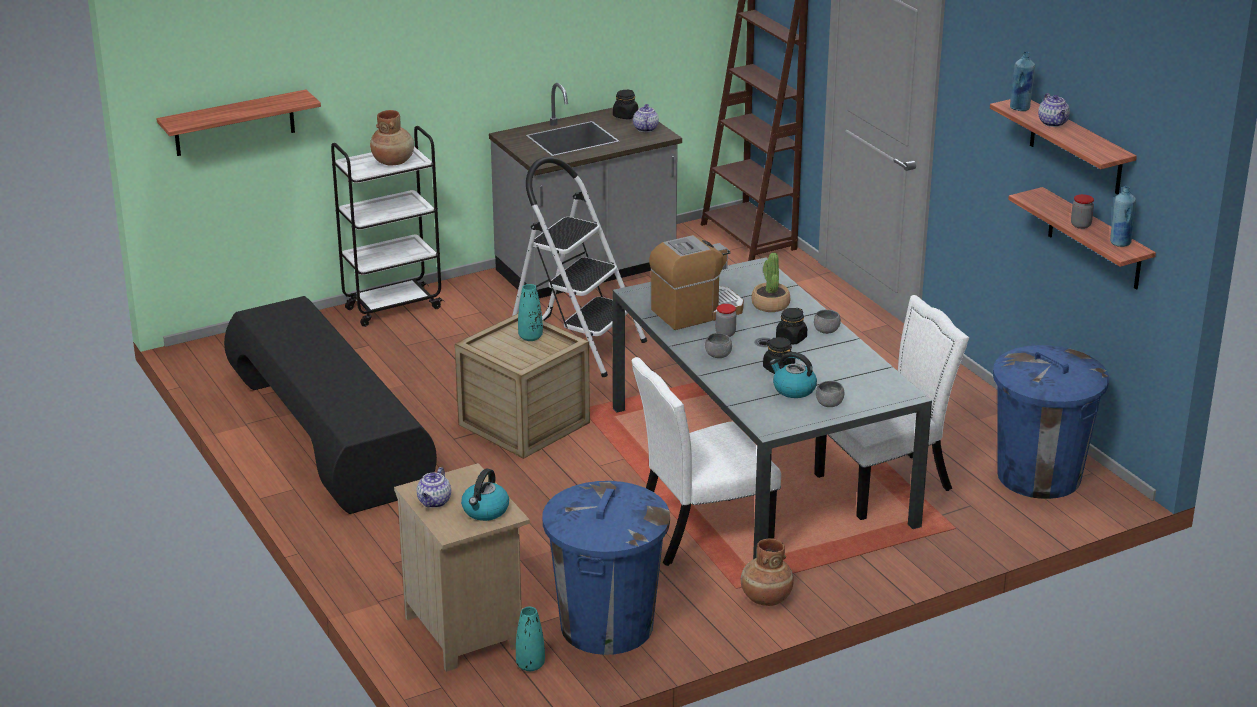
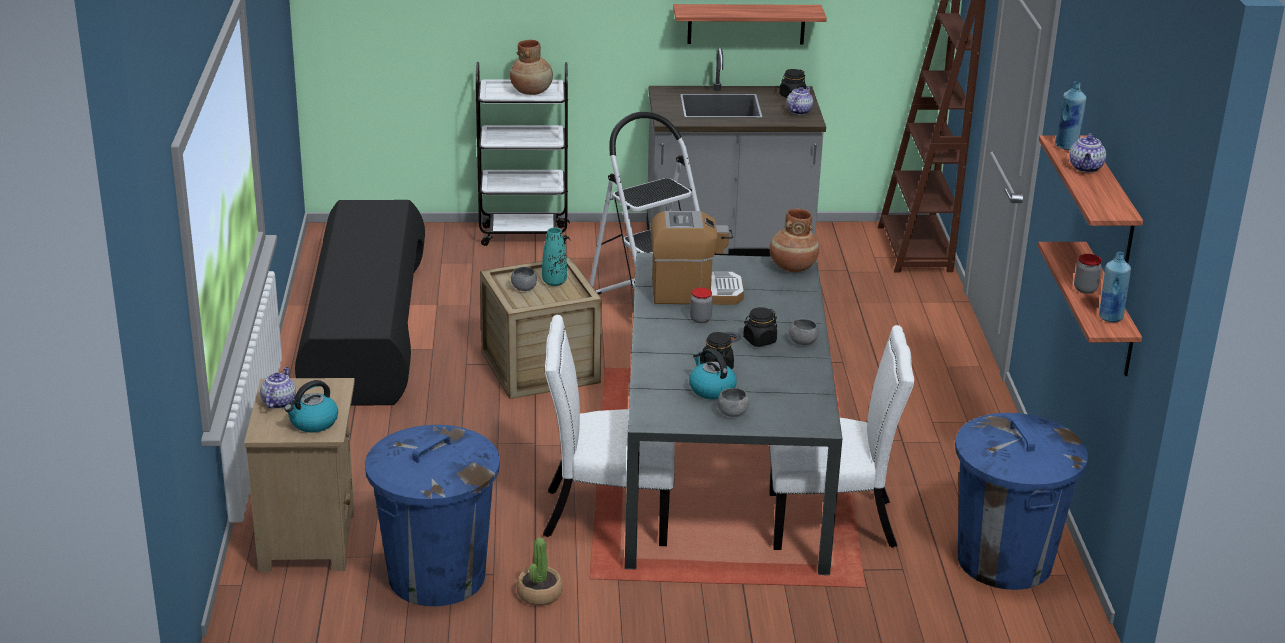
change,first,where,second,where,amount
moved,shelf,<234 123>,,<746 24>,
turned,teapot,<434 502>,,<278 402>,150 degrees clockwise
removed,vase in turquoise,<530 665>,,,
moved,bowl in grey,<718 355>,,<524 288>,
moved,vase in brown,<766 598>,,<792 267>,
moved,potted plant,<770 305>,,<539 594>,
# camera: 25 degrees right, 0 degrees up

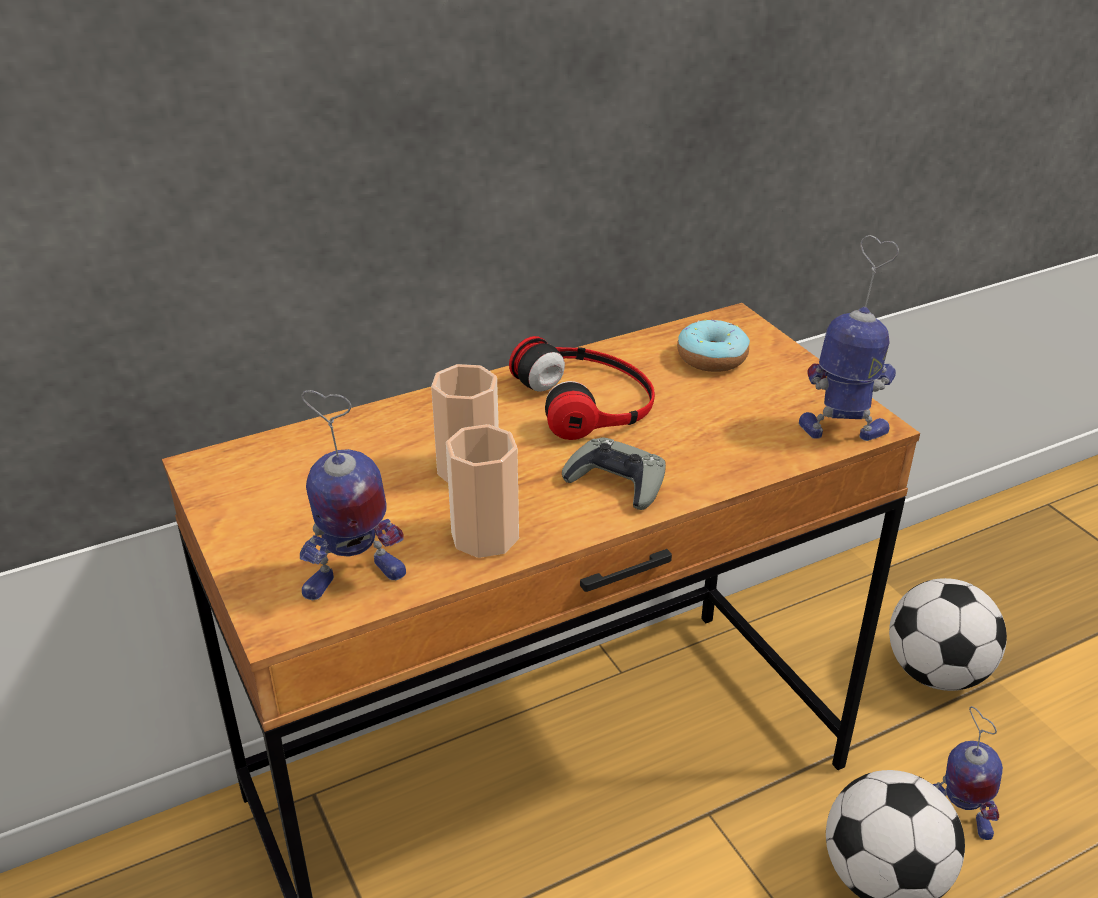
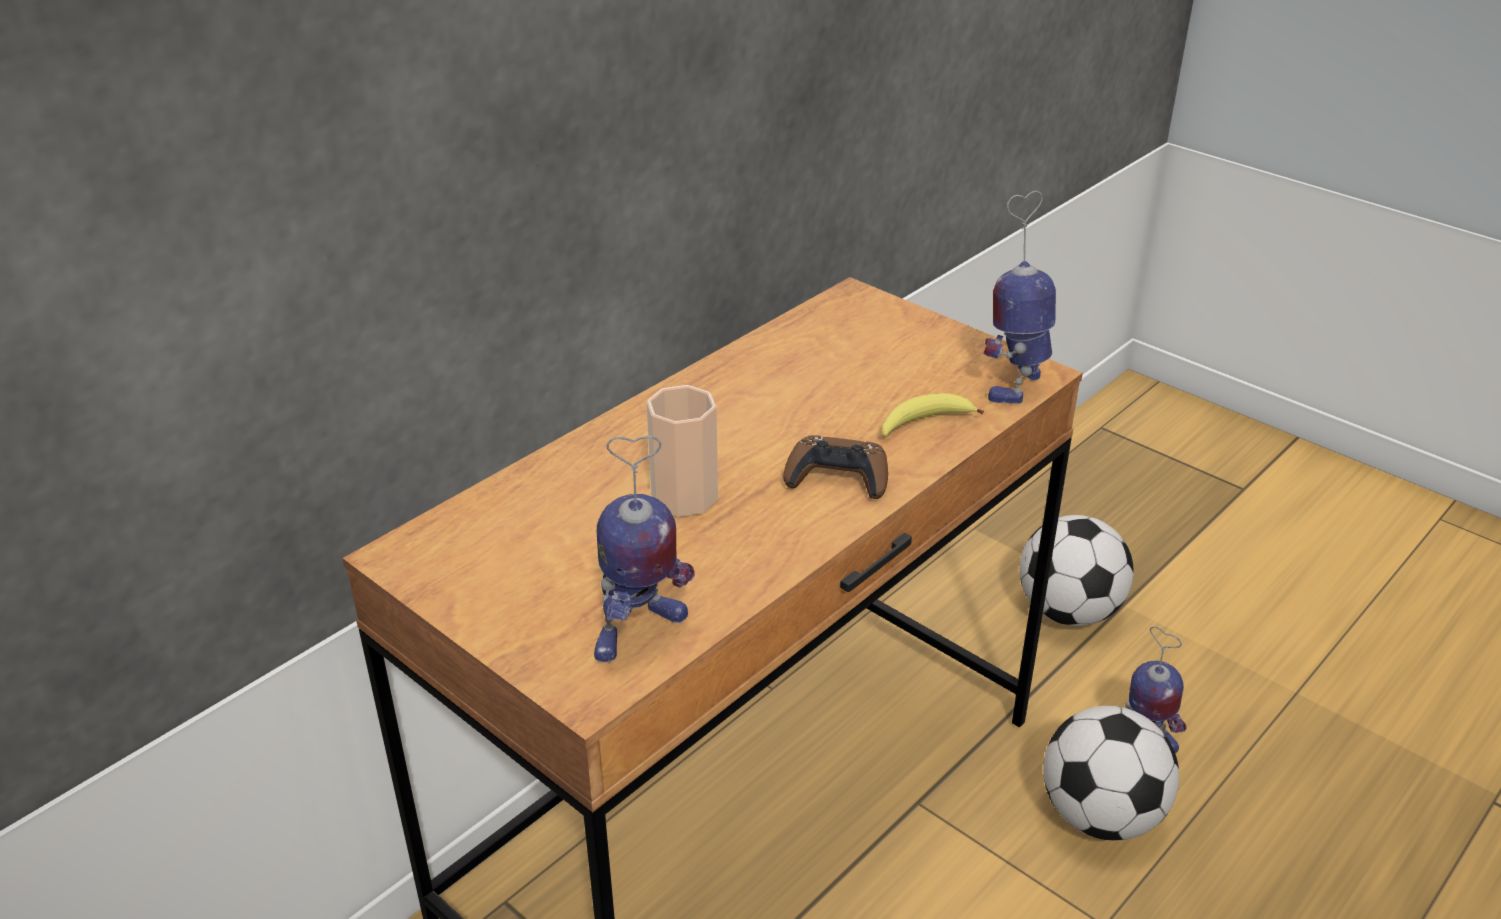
change,first,where,second,where,amount
removed,cup,<485 536>,,,
removed,headphones,<588 400>,,,
recoloured,game controller in grey,<616 482>,game controller in brown,<837 477>,
removed,donut,<712 358>,,,
turned,toy robot,<844 430>,,<1015 383>,45 degrees counterclockwise
added,,,banana,<924 423>,
# camera: 20 degrees left, 0 degrees up

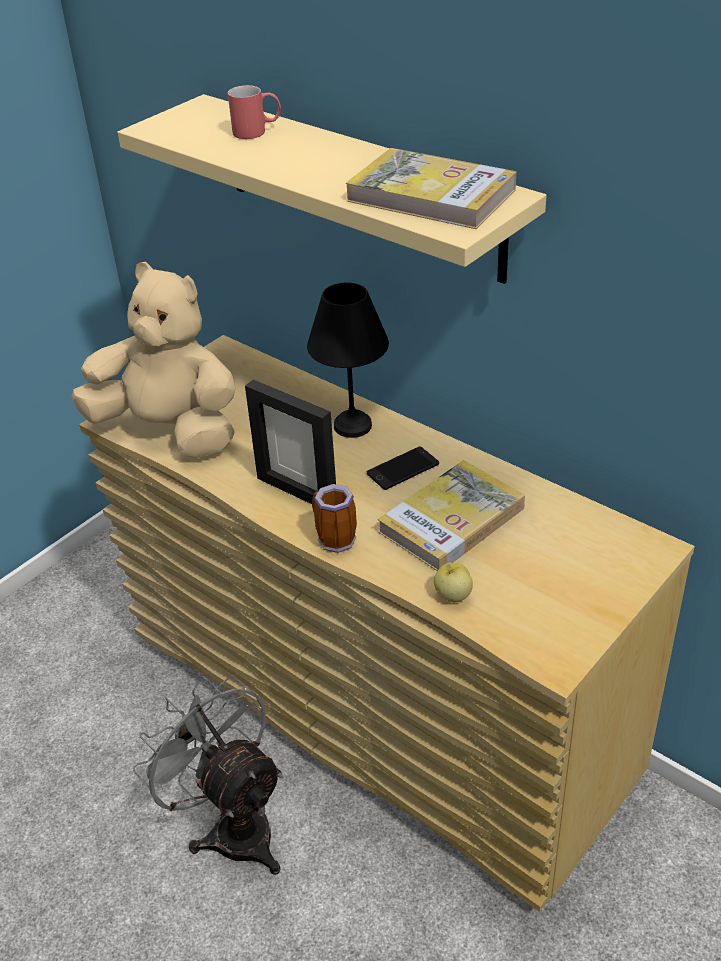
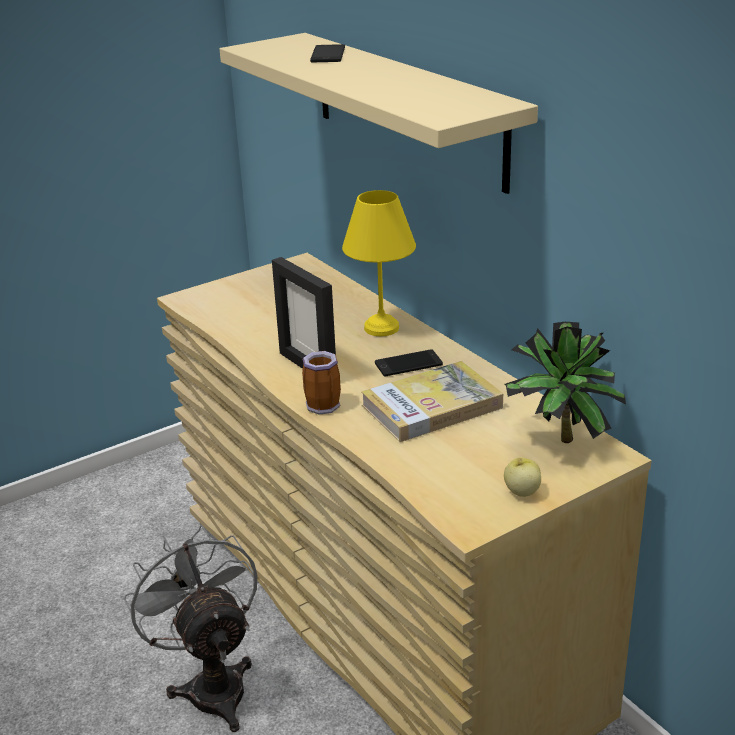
change,first,where,second,where,amount
removed,plush toy in beige,<170 430>,,,
replaced,mug in red,<257 131>,phone,<328 54>,
recoloured,table lamp in black,<354 425>,table lamp in yellow,<383 328>,
removed,book,<431 195>,,,
moved,apple,<452 595>,,<521 492>,
added,,,potted plant,<557 441>,
# camera: 15 degrees right, 10 degrees down

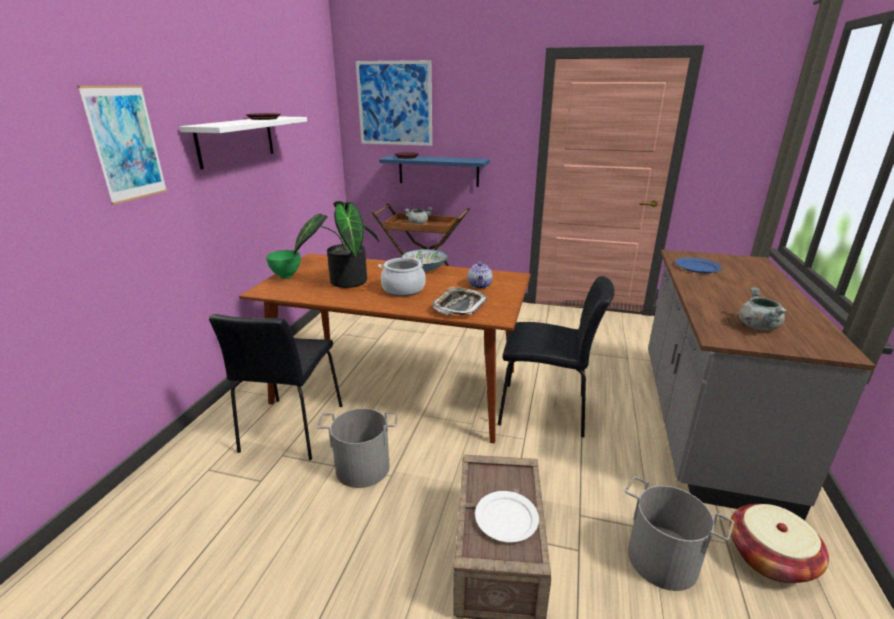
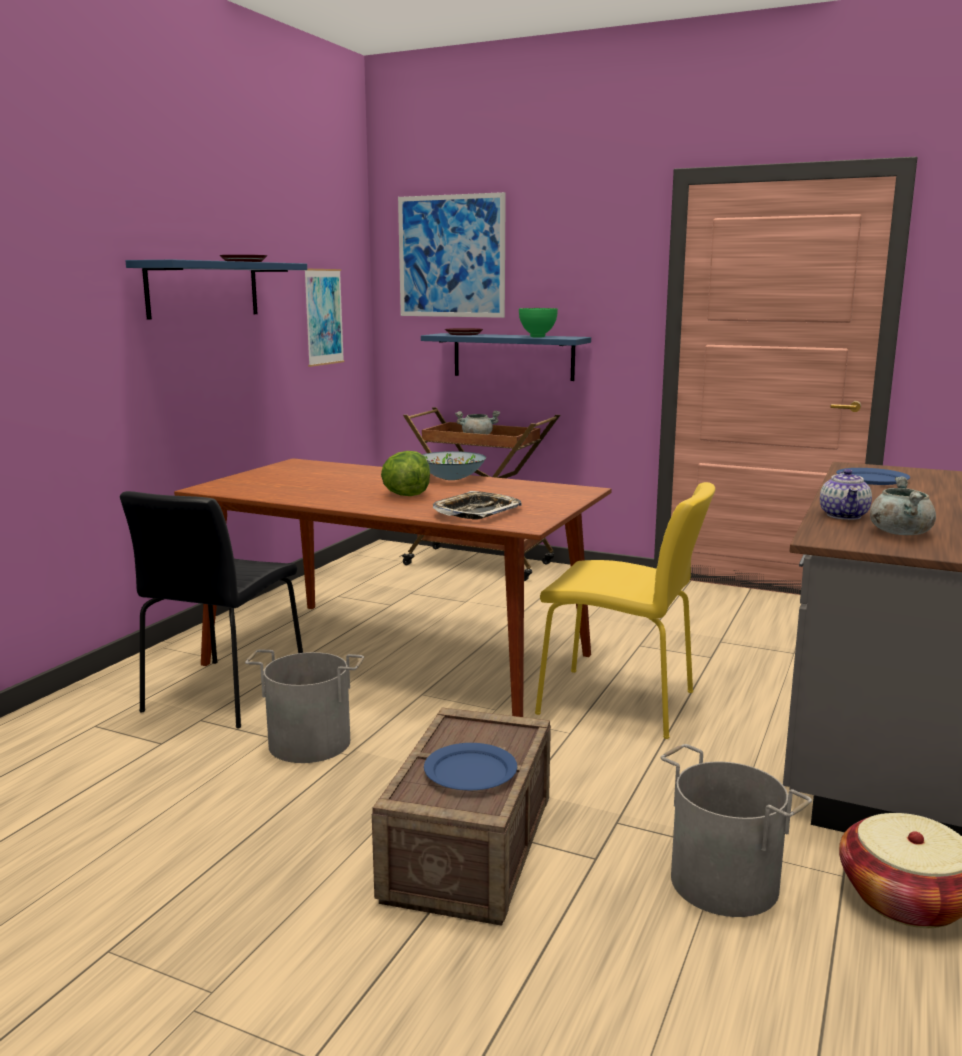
change,first,where,second,where,amount
moved,picture,<125 143>,,<323 317>,
recoloured,shelf in white,<236 140>,shelf in blue,<203 289>,
moved,bowl in green,<285 277>,,<536 337>,
removed,potted plant,<344 281>,,,
replaced,cooking pot,<403 289>,lettuce,<406 495>,
moved,teapot,<480 285>,,<844 516>,
recoloured,plate in white,<506 518>,plate in blue,<470 771>,
recoloured,chair in black,<546 410>,chair in yellow,<622 703>,
# camera: 10 degrees right, 10 degrees down

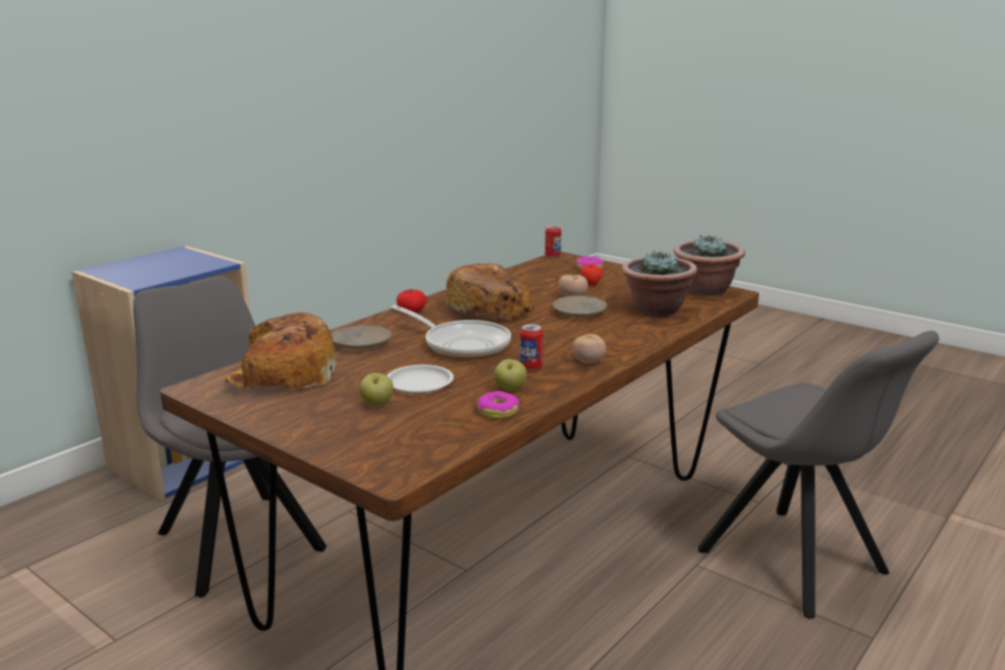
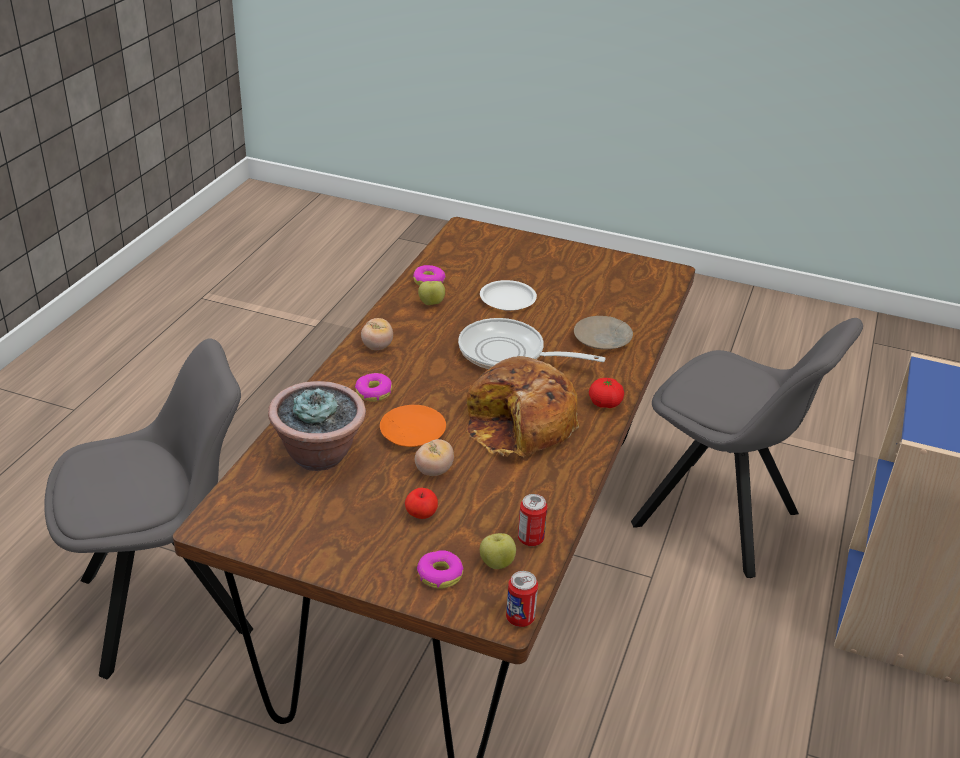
change,first,where,second,where,amount
removed,bread,<282 374>,,,
moved,apple,<377 404>,,<497 563>,
moved,can,<531 367>,,<530 539>,
recoloured,plate in beige,<580 312>,plate in orange,<412 433>,
removed,potted plant,<705 290>,,,
turned,chair in grey,<793 561>,,<167 606>,120 degrees clockwise
added,,,donut,<373 392>,
# camera: 160 degrees right, 15 degrees up

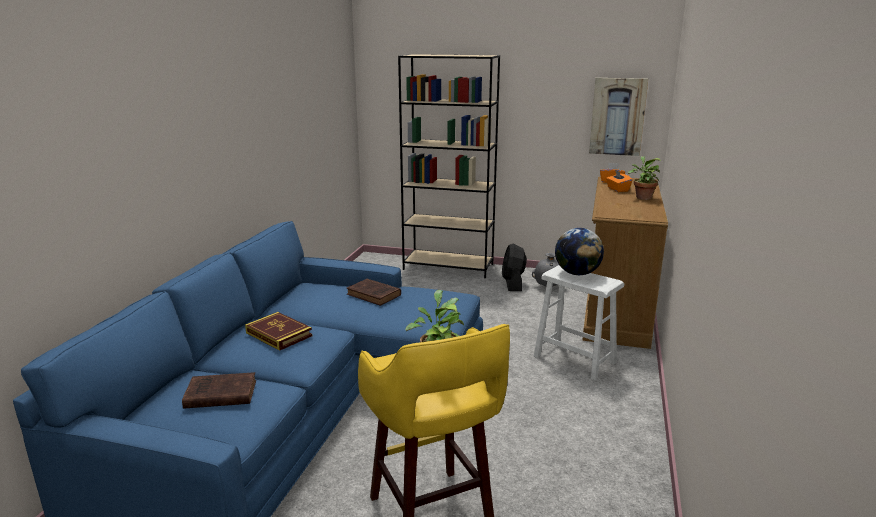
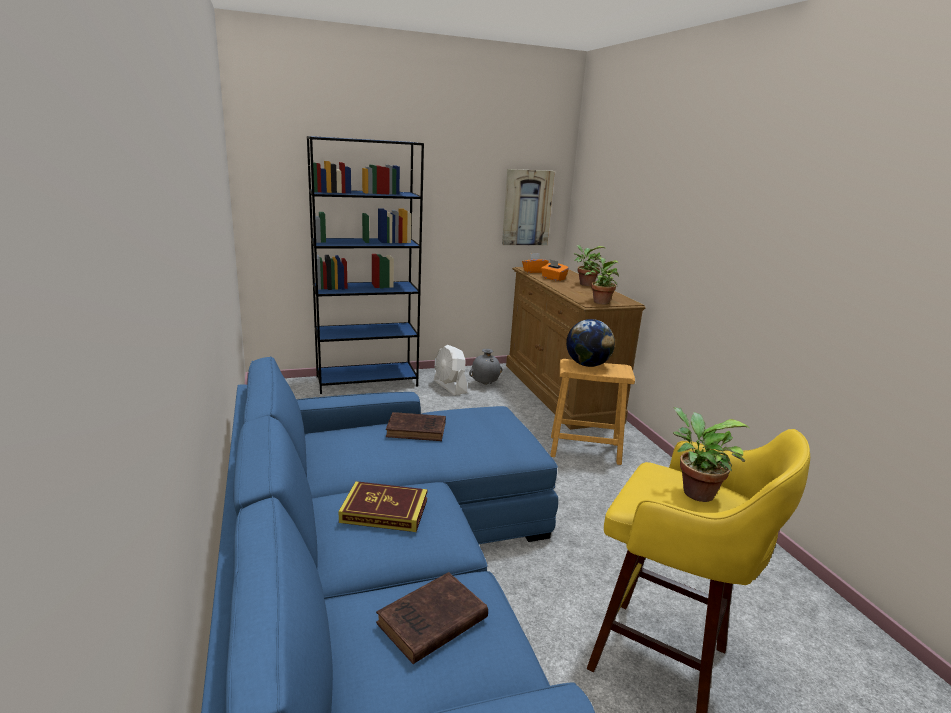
change,first,where,second,where,amount
recoloured,bookcase in beige,<449 267>,bookcase in blue,<367 381>,
recoloured,fan in black,<513 283>,fan in white,<450 387>,
recoloured,stool in white,<574 359>,stool in brown,<585 449>,
added,,,potted plant,<600 301>,
# camera: 35 degrees left, 0 degrees up

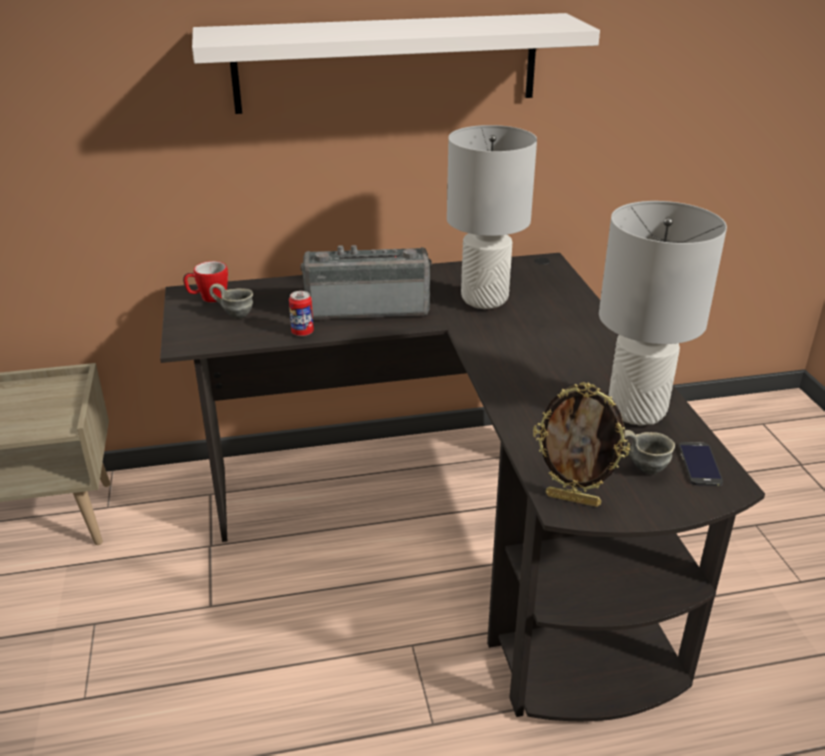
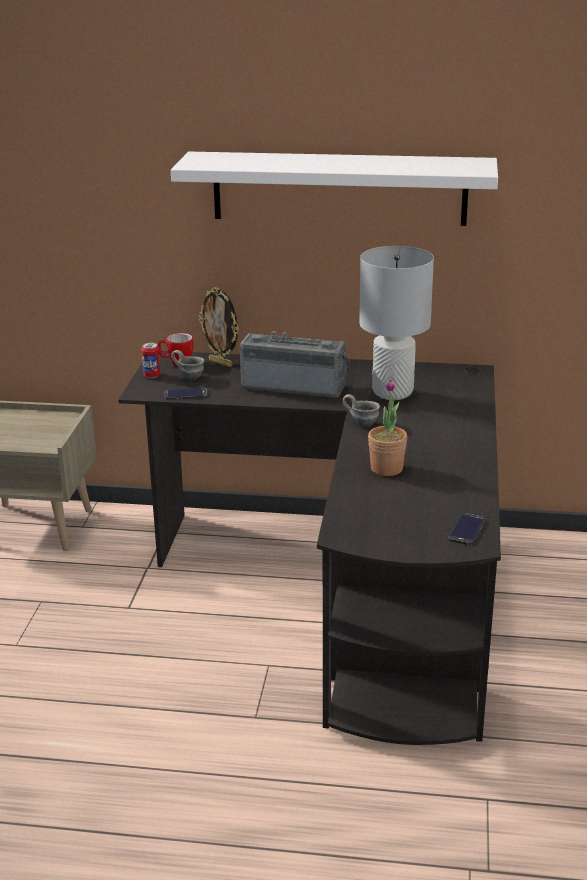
change,first,where,second,where,amount
moved,can,<302 332>,,<152 375>,
moved,picture frame,<573 499>,,<221 363>,
removed,table lamp in grey,<635 414>,,,
moved,mug in grey,<643 467>,,<362 423>,
added,,,phone,<185 394>,
added,,,potted plant,<386 468>,
# camera: 20 degrees right, 5 degrees down

